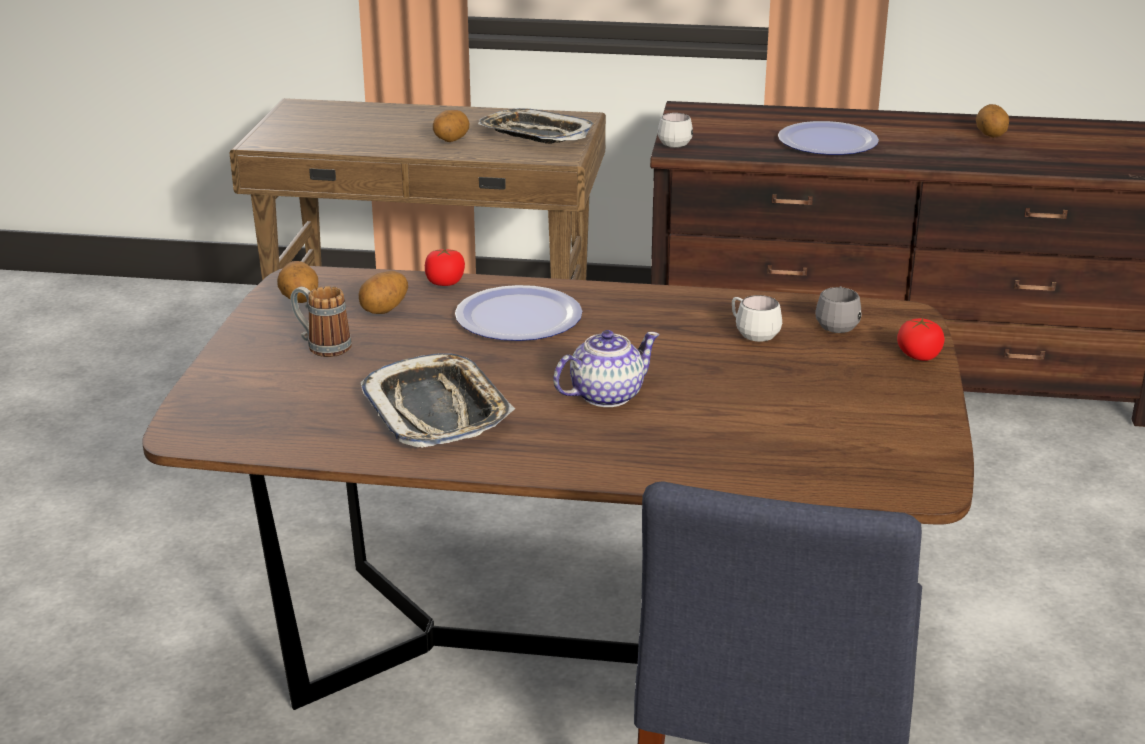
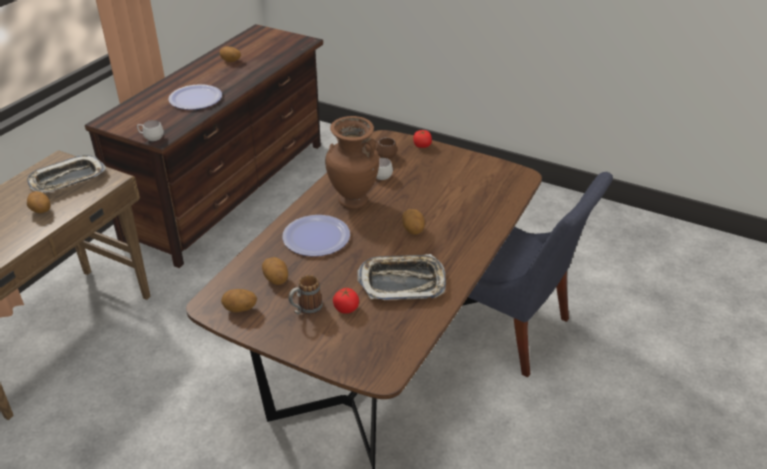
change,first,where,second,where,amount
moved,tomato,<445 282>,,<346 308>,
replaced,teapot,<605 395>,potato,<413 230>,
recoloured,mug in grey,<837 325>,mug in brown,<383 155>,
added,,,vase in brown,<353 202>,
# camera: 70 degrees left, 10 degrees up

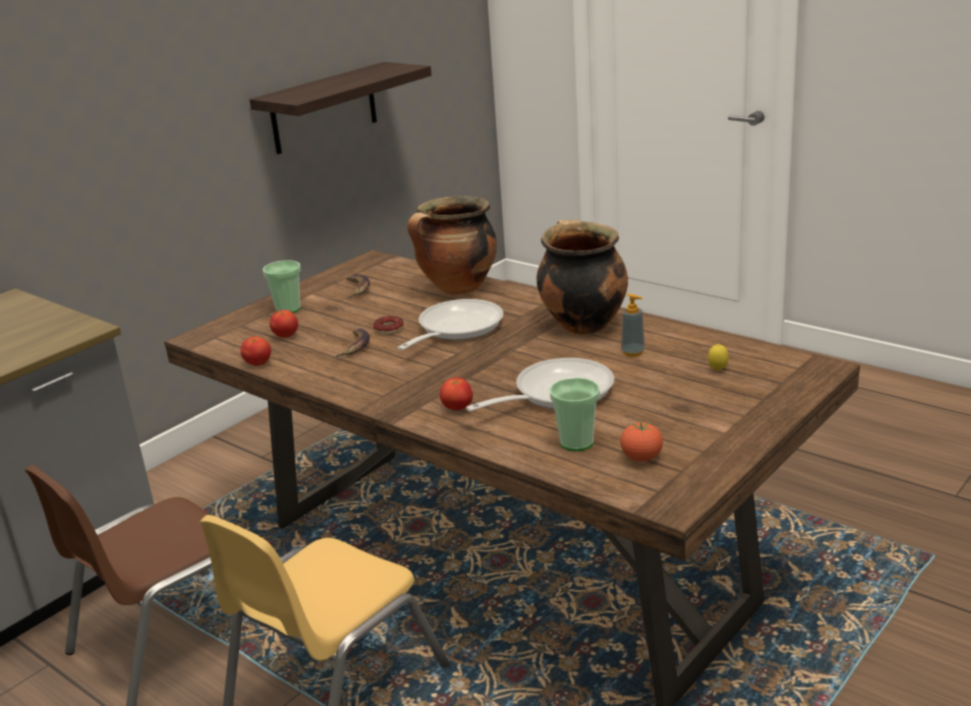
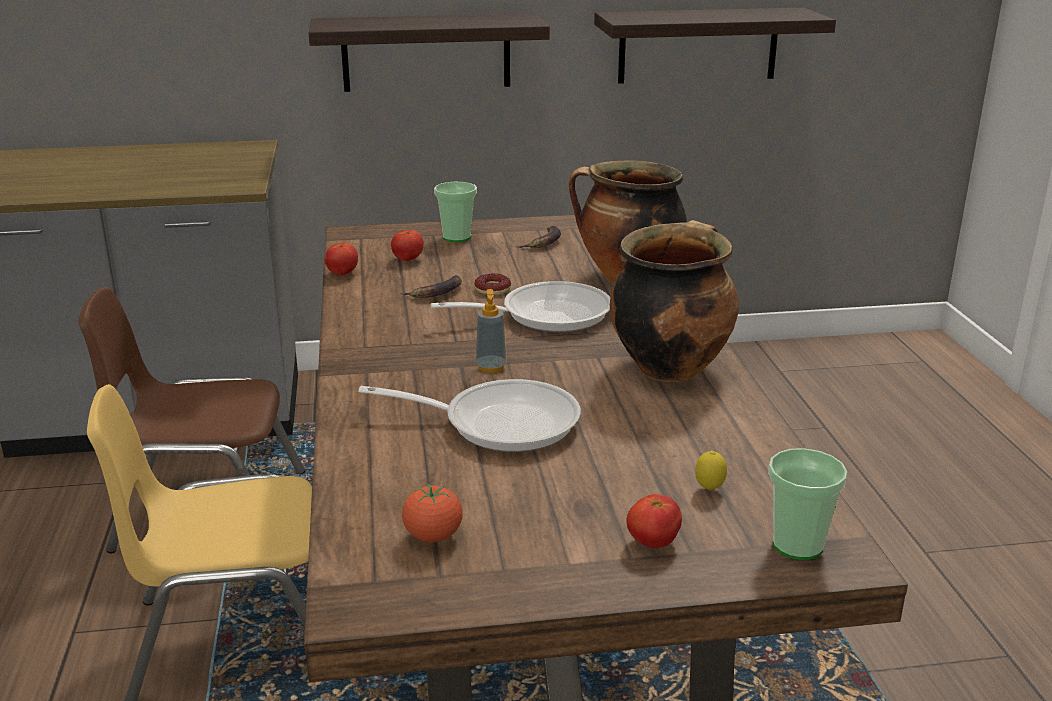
change,first,where,second,where,amount
moved,tomato,<457 408>,,<652 543>,
moved,cup,<576 442>,,<797 545>,
moved,soap dispenser,<633 352>,,<491 367>,
added,,,shelf,<426 52>,
# camera: 40 degrees right, 0 degrees up

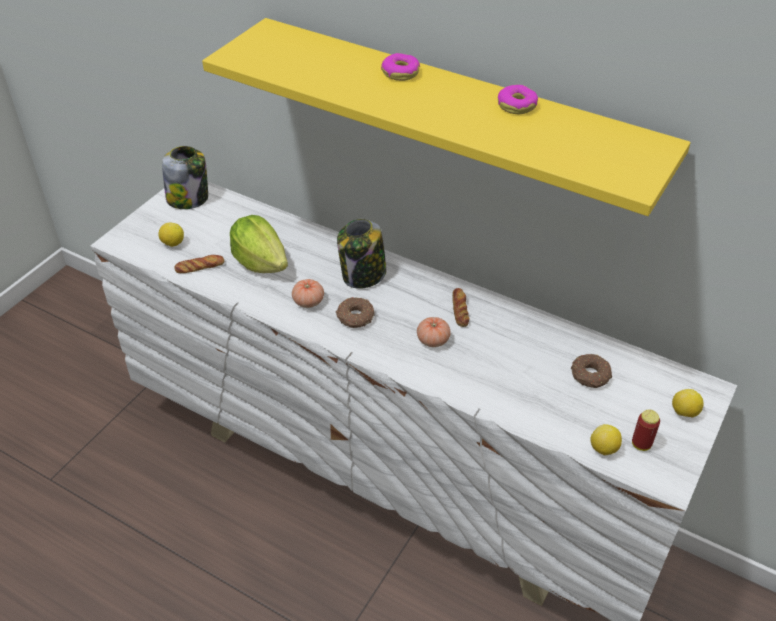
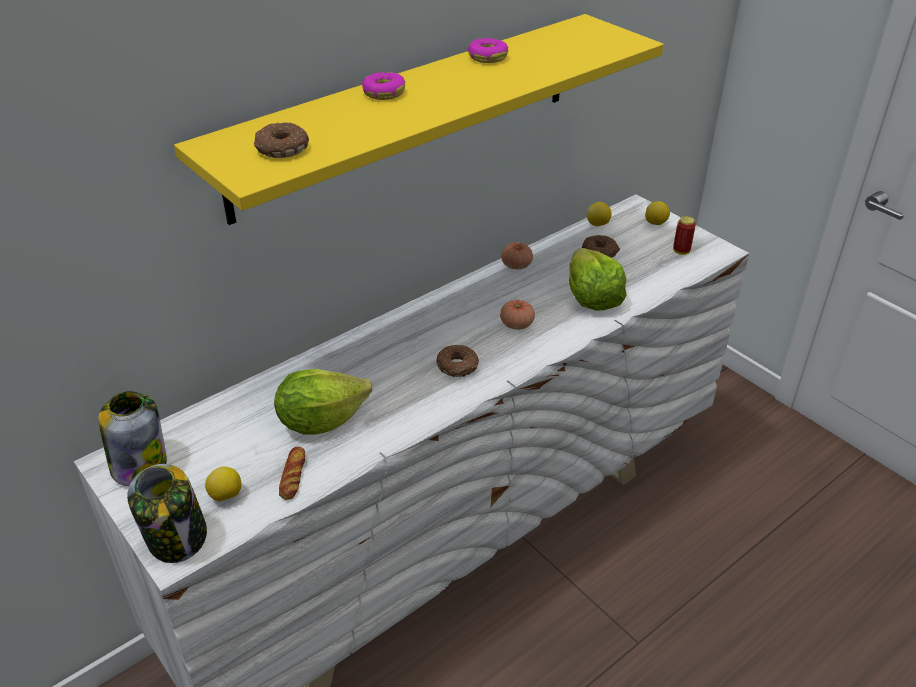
change,first,where,second,where,amount
moved,tomato,<308 301>,,<516 265>,
moved,jar,<363 275>,,<177 538>,
removed,bread,<460 310>,,,
moved,lemon,<604 449>,,<598 224>,
added,,,donut,<281 149>,
added,,,lettuce,<592 297>,
# camera: 70 degrees left, 5 degrees down

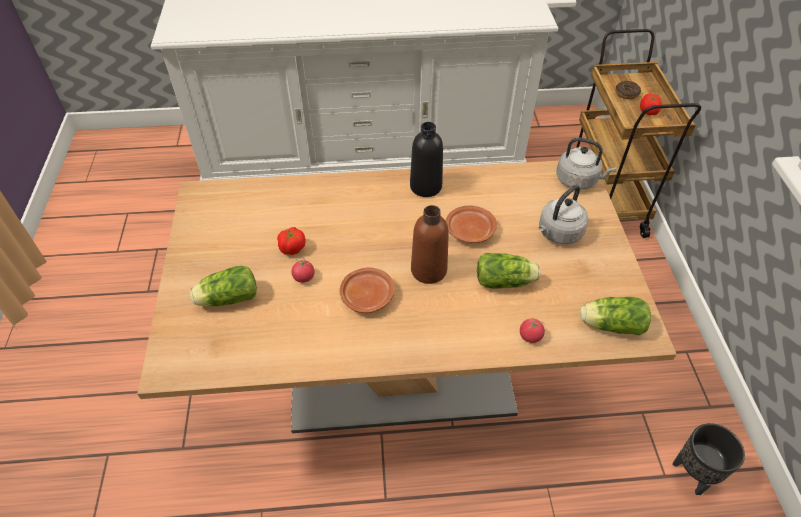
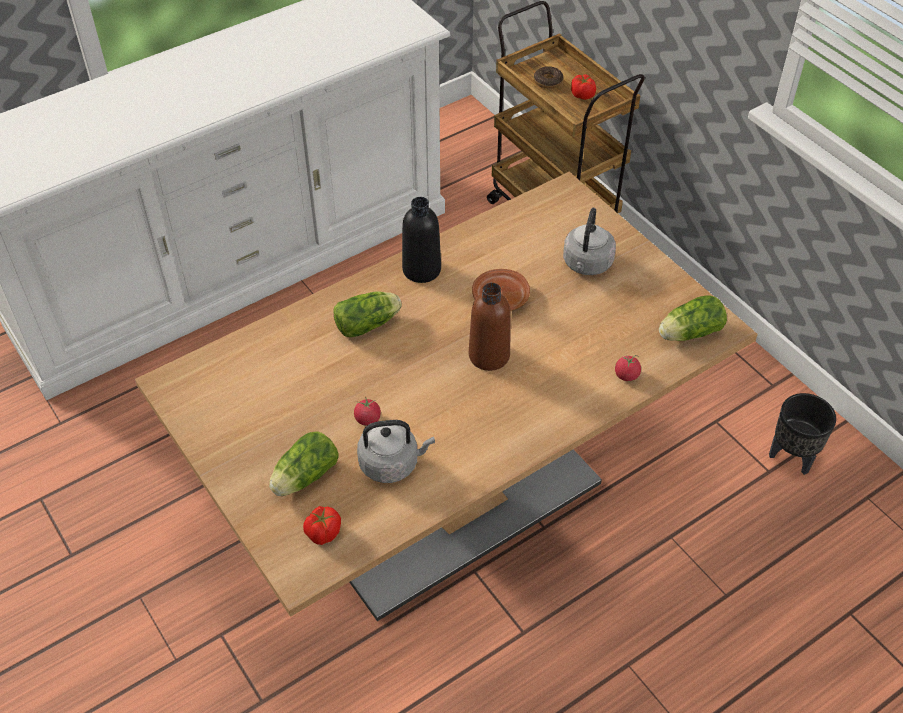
change,first,where,second,where,amount
moved,tomato,<292 248>,,<323 533>,
removed,plate in brown,<367 295>,,,
moved,lettuce,<506 281>,,<369 324>,
moved,kettle in grey,<578 180>,,<392 464>,
# camera: 30 degrees left, 0 degrees up

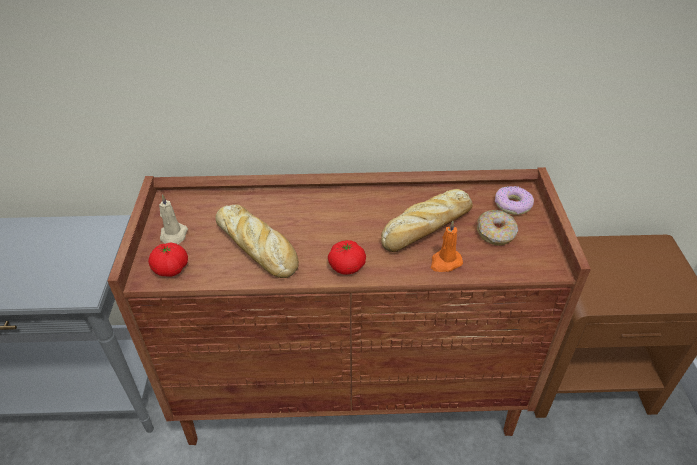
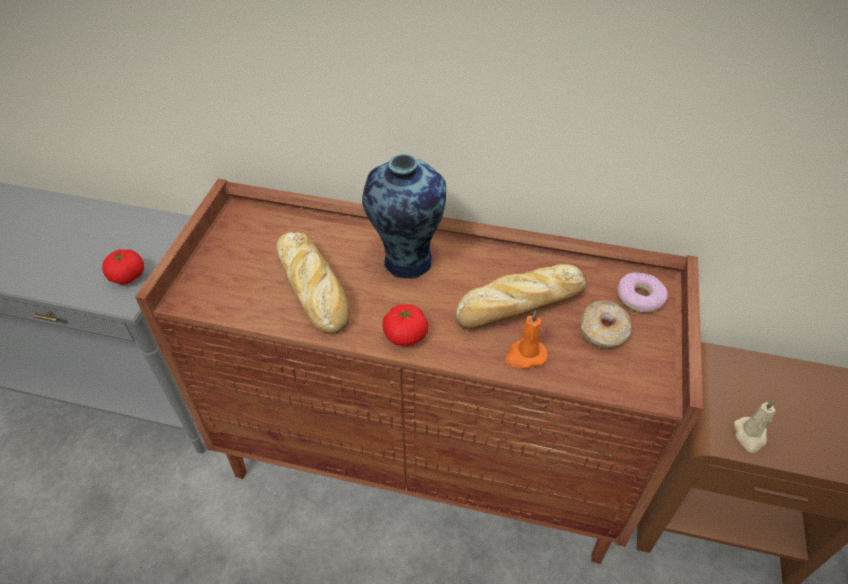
change,first,where,second,where,amount
moved,tomato,<171 269>,,<127 276>,
moved,candle in beige,<173 236>,,<749 436>,
added,,,vase,<406 262>,
# camera: 15 degrees right, 5 degrees up

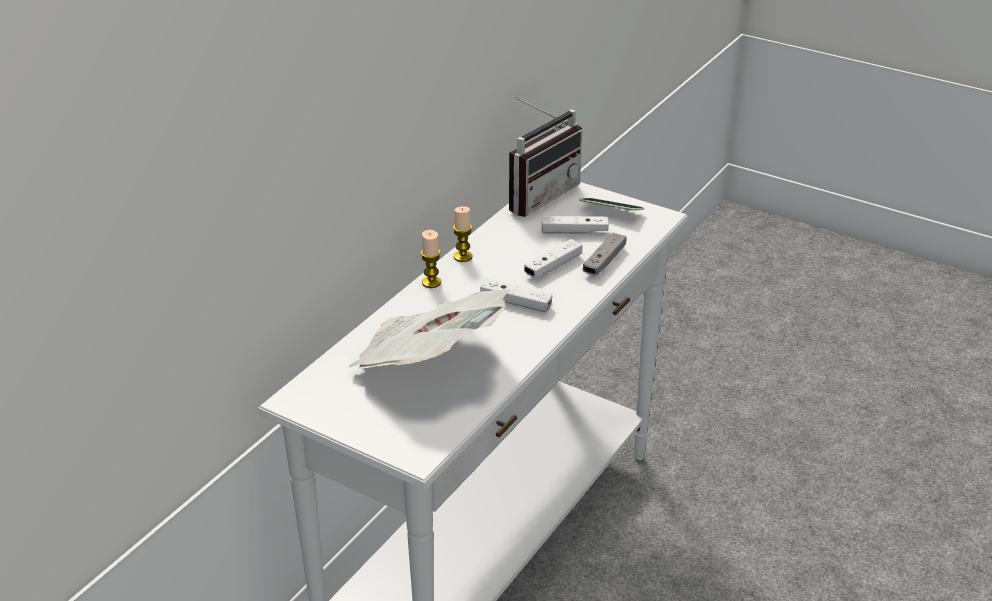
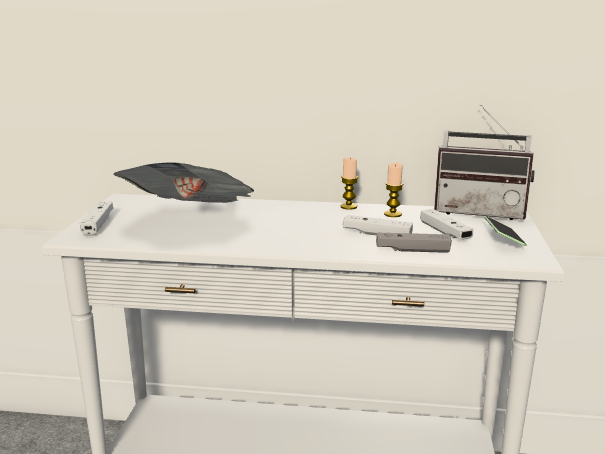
change,first,where,second,where,amount
moved,candle,<431 282>,,<392 214>,
moved,game controller in white,<516 302>,,<98 224>,
# camera: 65 degrees right, 15 degrees down

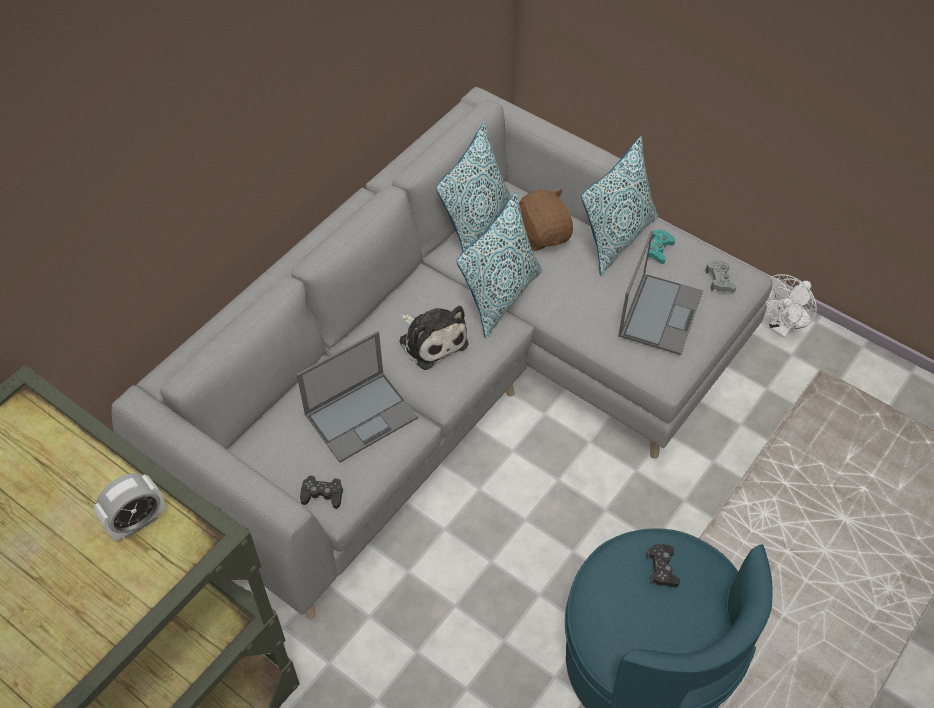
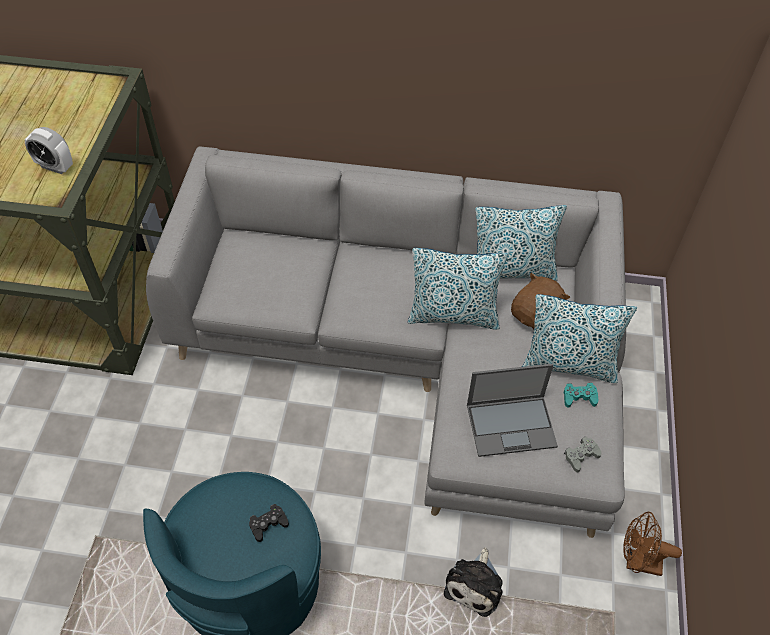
change,first,where,second,where,amount
removed,laptop,<362 415>,,,
removed,game controller in black,<322 494>,,,
moved,plush toy,<431 340>,,<475 584>,
recoloured,fan in white,<782 327>,fan in brown,<637 562>,
# camera: 60 degrees right, 0 degrees up

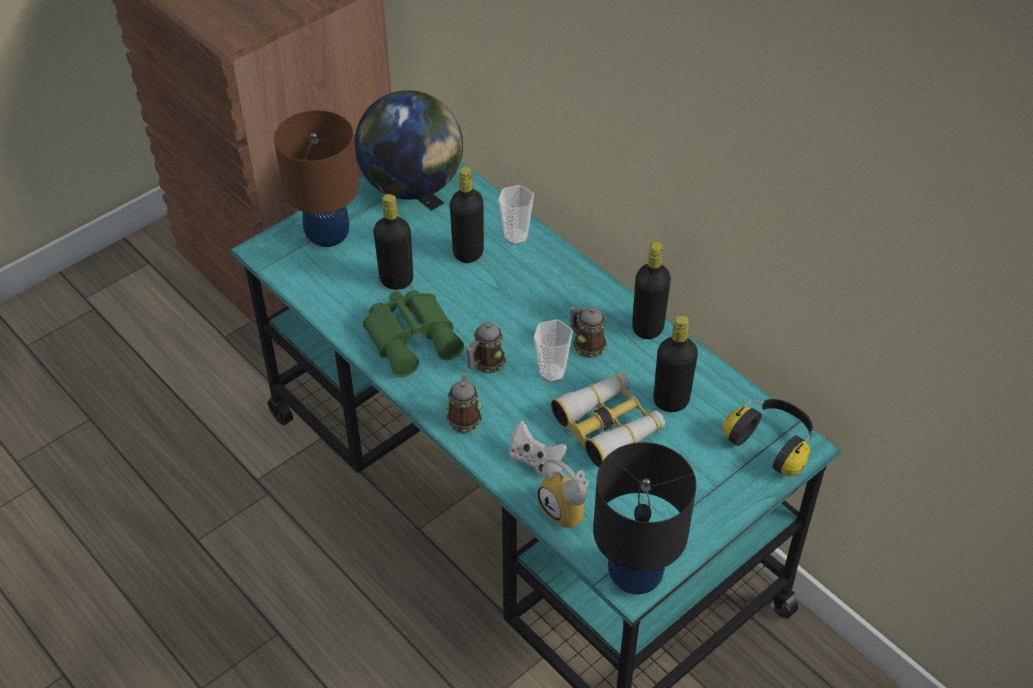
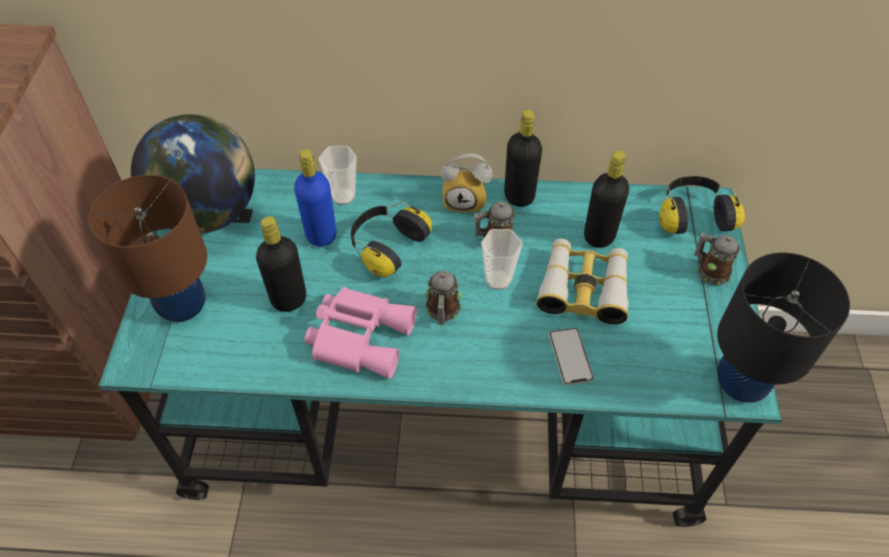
change,first,where,second,where,amount
recoloured,binoculars in green,<413 337>,binoculars in pink,<360 335>,
moved,mug,<464 416>,,<709 270>,
recoloured,bottle in black,<468 253>,bottle in blue,<321 235>,
replaced,game controller in white,<535 460>,phone,<570 357>,
moved,alarm clock,<568 510>,,<466 201>,
added,,,headphones,<386 246>,
# camera: 45 degrees left, 5 degrees up

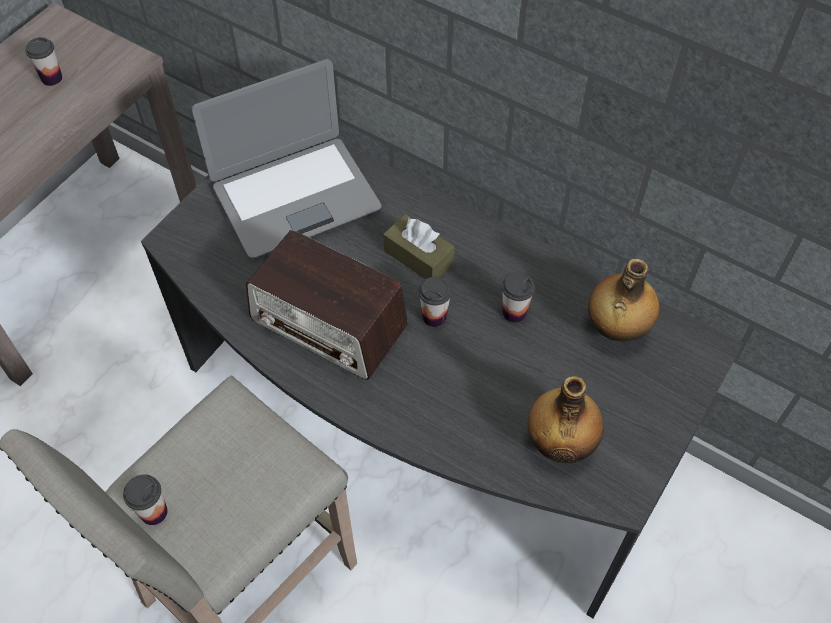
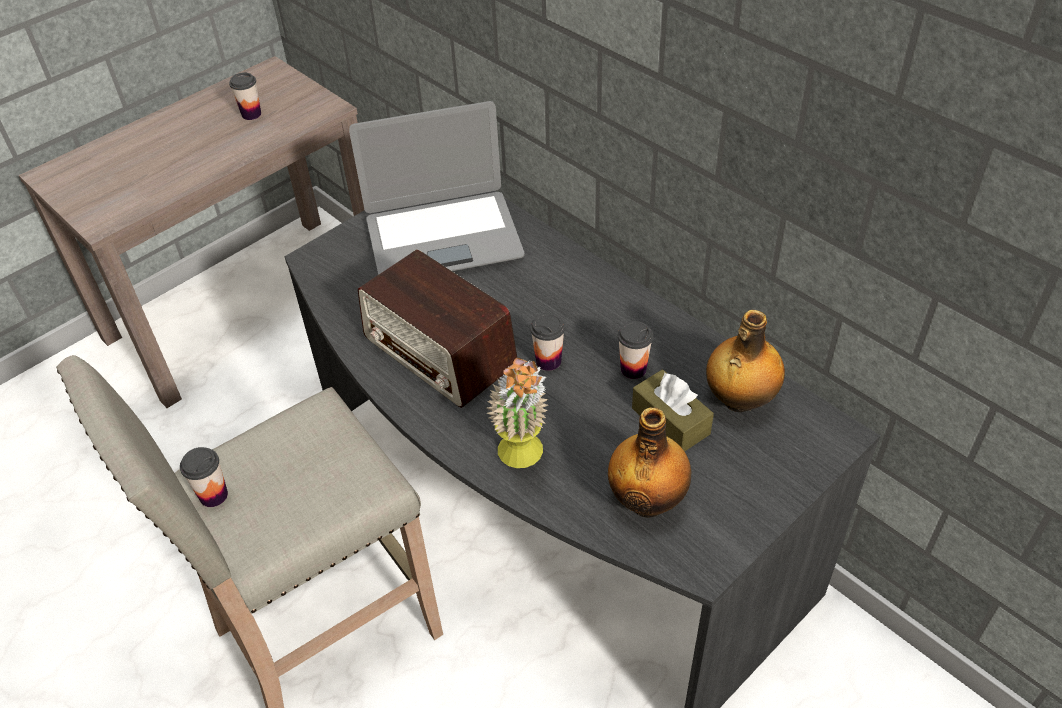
change,first,where,second,where,amount
moved,tissue box in brown,<418 257>,,<670 421>,
added,,,potted plant,<523 459>,
# camera: 15 degrees right, 10 degrees down

